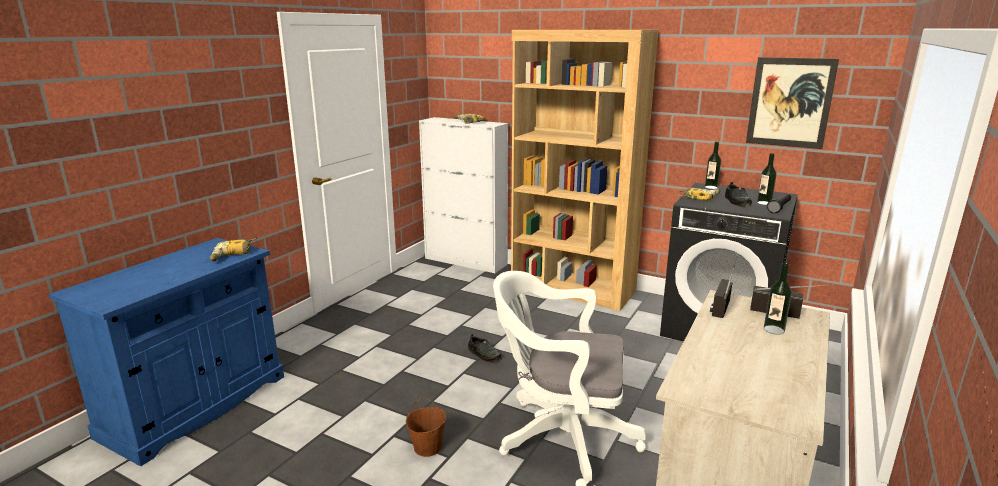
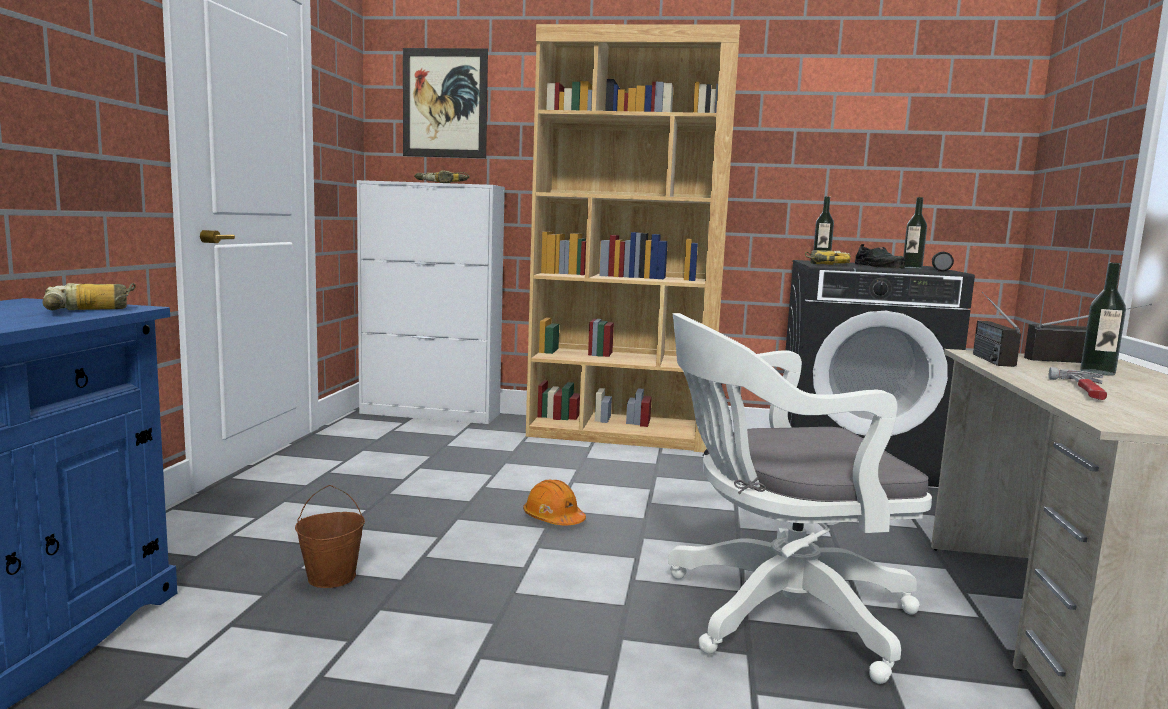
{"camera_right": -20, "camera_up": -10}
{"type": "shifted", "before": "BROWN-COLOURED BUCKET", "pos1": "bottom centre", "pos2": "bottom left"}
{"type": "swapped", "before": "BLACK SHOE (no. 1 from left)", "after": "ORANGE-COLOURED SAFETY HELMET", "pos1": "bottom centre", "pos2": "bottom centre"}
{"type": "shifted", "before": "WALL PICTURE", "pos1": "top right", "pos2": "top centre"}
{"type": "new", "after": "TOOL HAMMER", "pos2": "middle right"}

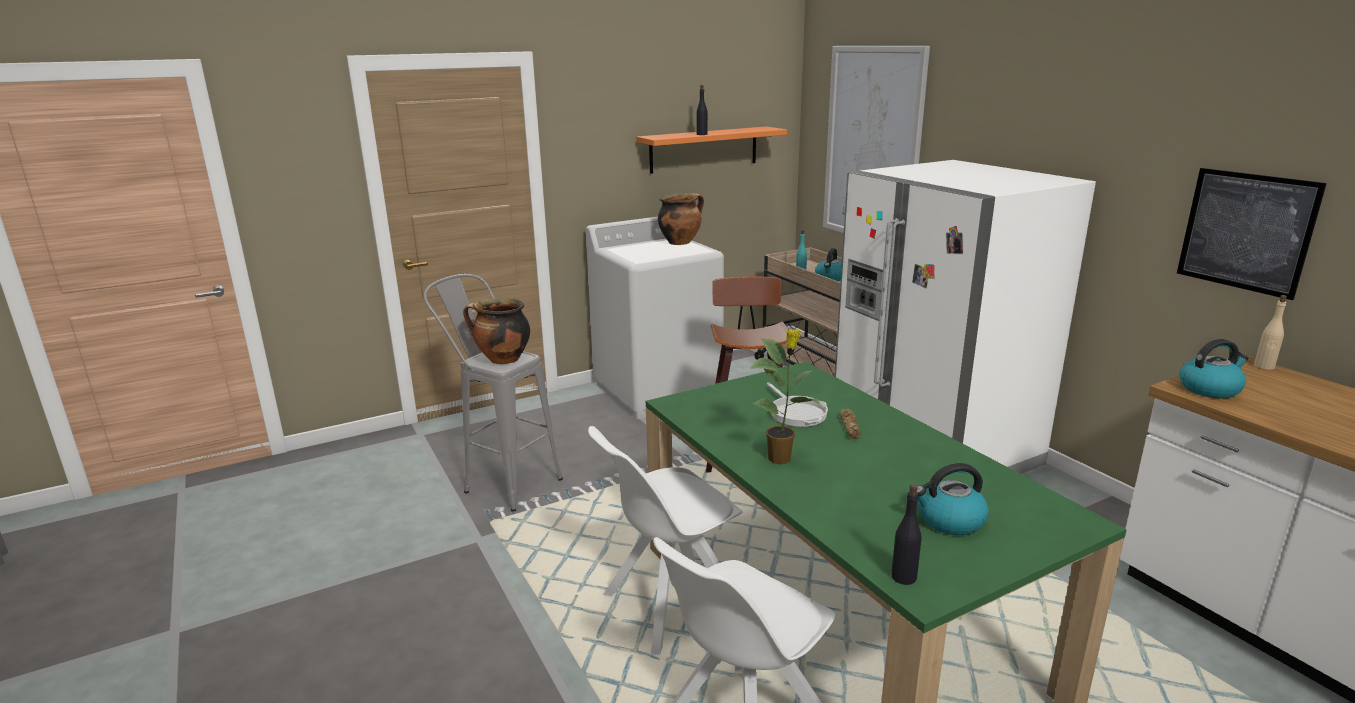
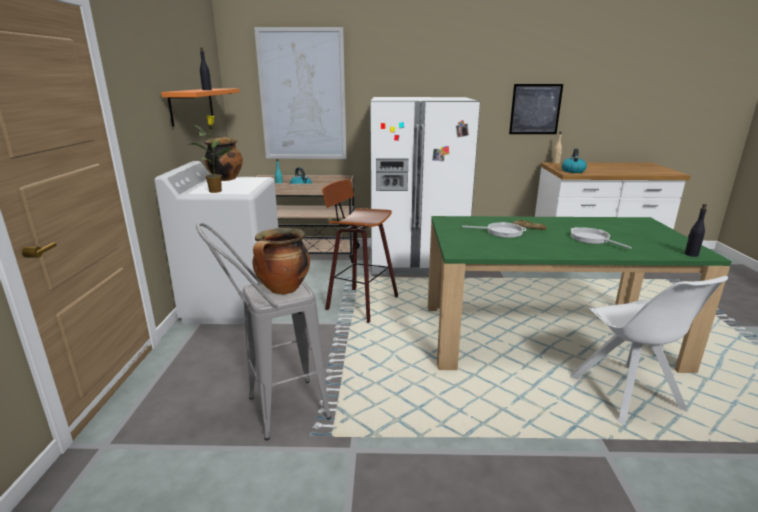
{"camera_right": -60, "camera_up": 0}
{"type": "gone", "before": "WHITE UPRIGHT CHAIR (no. 1 from left)", "pos1": "bottom centre"}
{"type": "shifted", "before": "HOUSEPLANT", "pos1": "centre", "pos2": "top left"}
{"type": "gone", "before": "TEA KETTLE (no. 2 from left)", "pos1": "bottom right"}
{"type": "new", "after": "PAN (no. 2 from left)", "pos2": "middle right"}

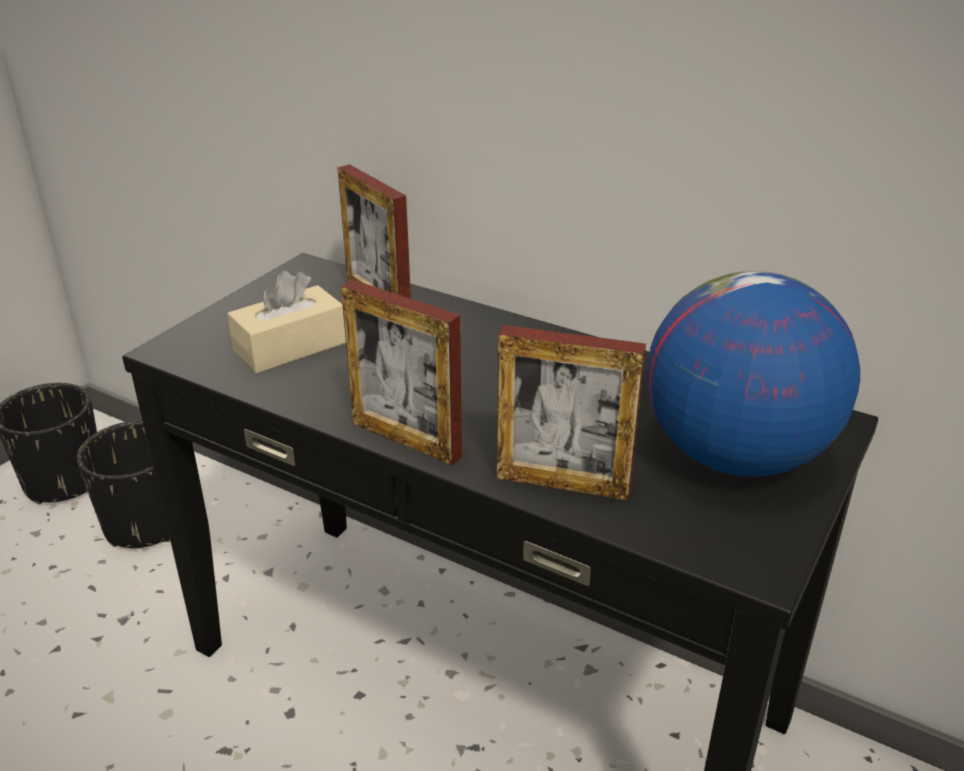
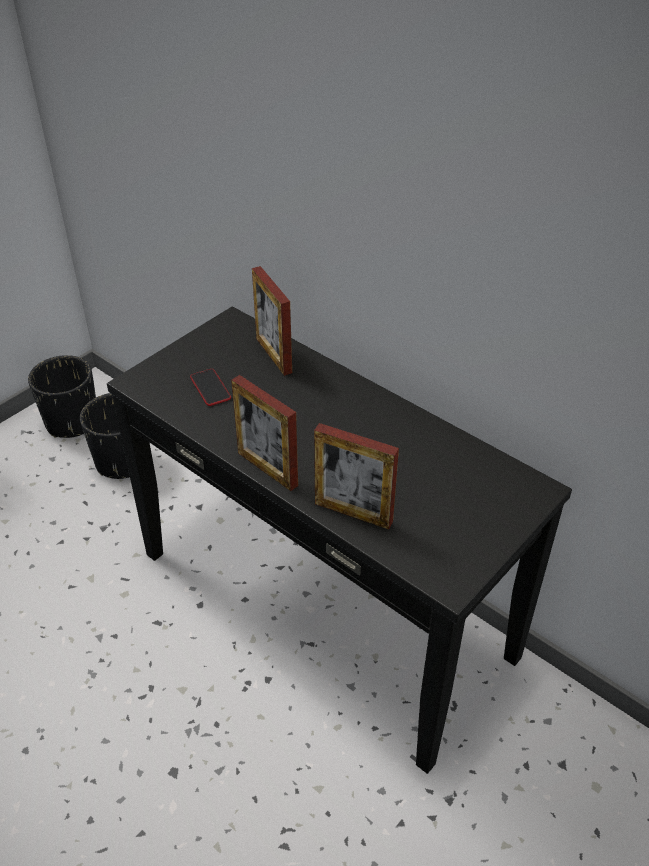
{"camera_right": 10, "camera_up": 10}
{"type": "swapped", "before": "BEIGE TISSUE BOX", "after": "TELEPHONE", "pos1": "middle left", "pos2": "middle left"}
{"type": "gone", "before": "GLOBE", "pos1": "middle right"}

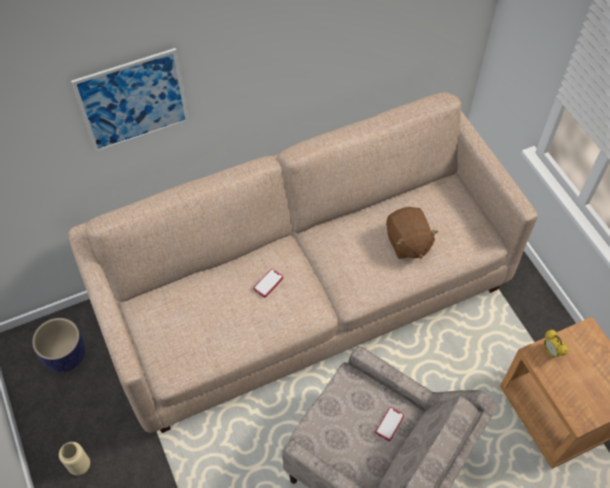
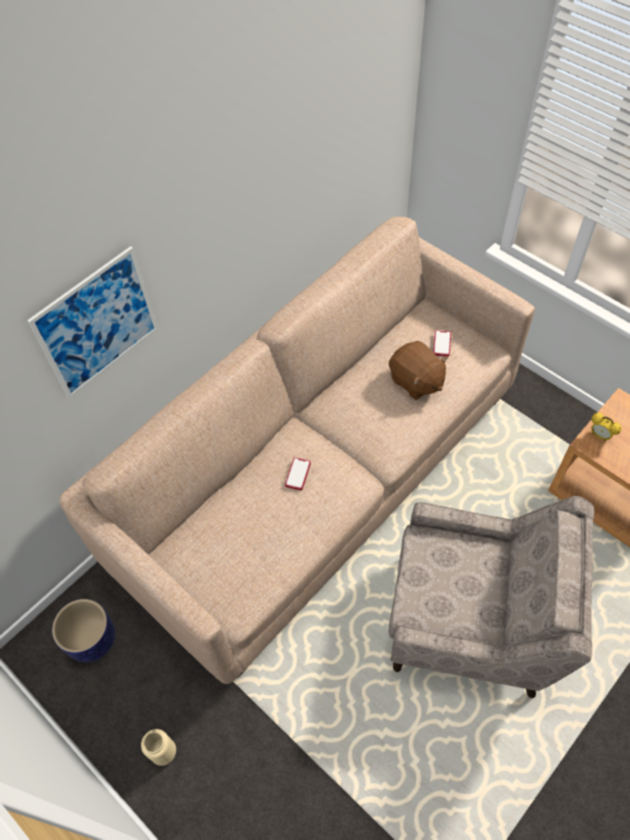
{"camera_right": -20, "camera_up": 0}
{"type": "shifted", "before": "TELEPHONE (no. 2 from left)", "pos1": "bottom centre", "pos2": "middle right"}

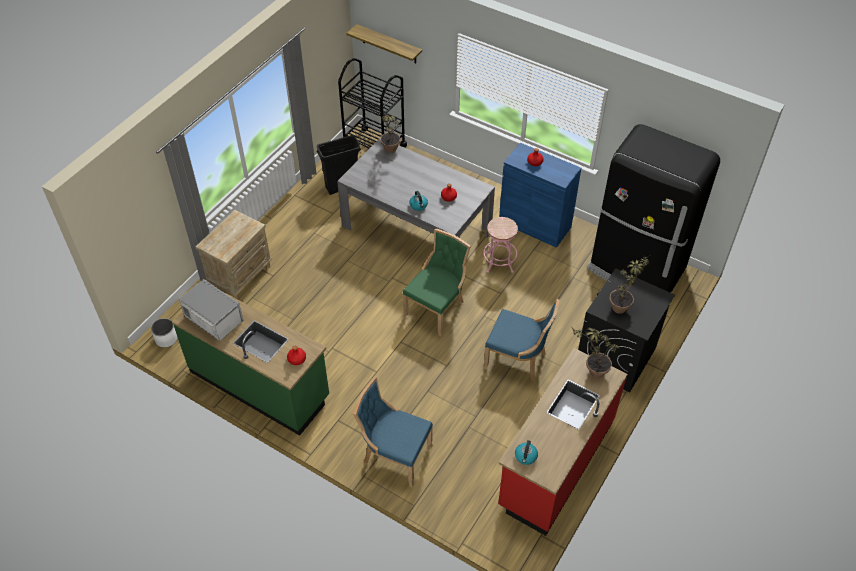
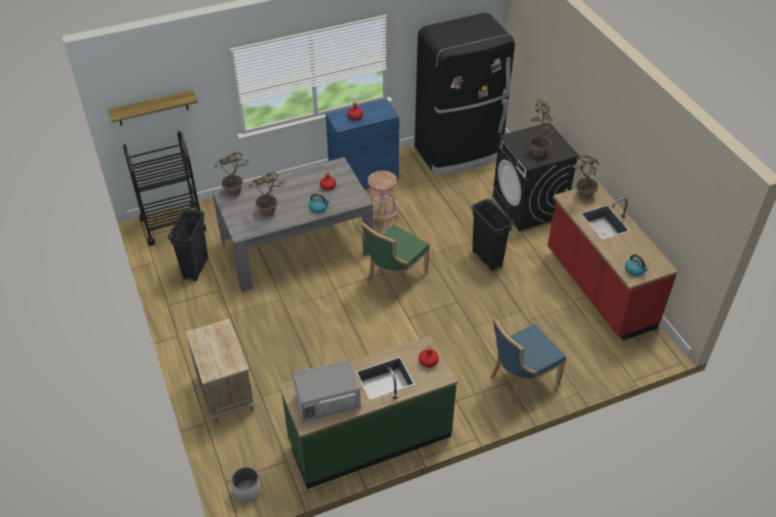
{"camera_right": -55, "camera_up": -5}
{"type": "rotated", "before": "GREENISH UPRIGHT CHAIR", "pos1": "centre", "pos2": "centre", "turn": -120}
{"type": "swapped", "before": "BLUE UPRIGHT CHAIR (no. 2 from left)", "after": "BLACK WASTE BIN (no. 2 from left)", "pos1": "centre", "pos2": "centre"}
{"type": "new", "after": "HOUSEPLANT (no. 2 from left)", "pos2": "centre"}

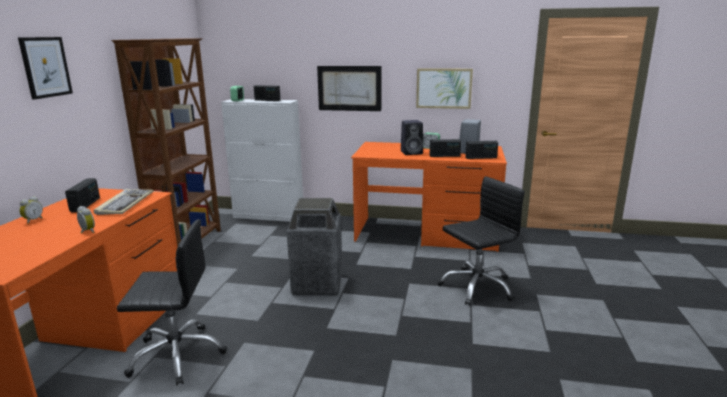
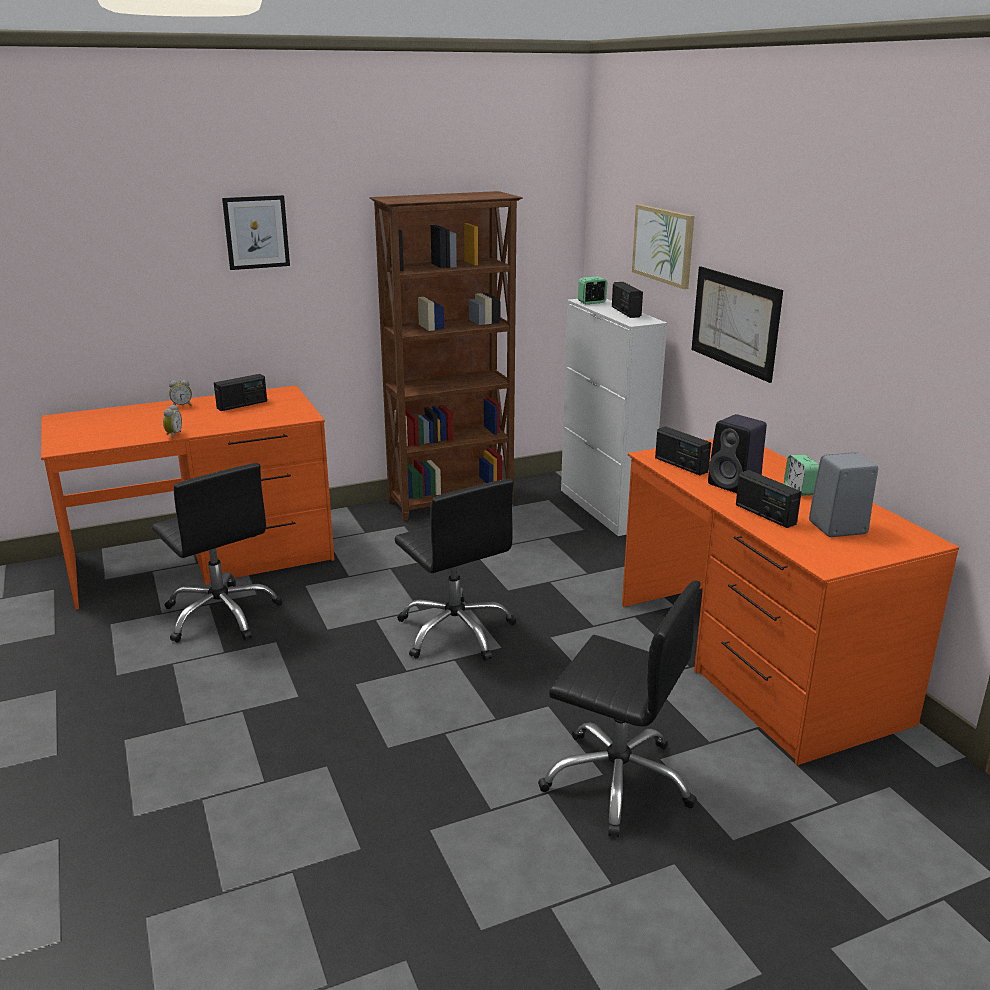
{"camera_right": 55, "camera_up": 5}
{"type": "gone", "before": "COMPUTER KEYBOARD", "pos1": "middle left"}
{"type": "swapped", "before": "WASTE BIN", "after": "BLACK OFFICE CHAIR (no. 2 from left)", "pos1": "centre", "pos2": "centre"}
{"type": "shifted", "before": "WALL PICTURE (no. 3 from left in the first image)", "after": "WALL PICTURE (no. 2 from left)", "pos1": "top centre", "pos2": "top right"}
{"type": "shifted", "before": "RADIO RECEIVER (no. 4 from left in the first image)", "after": "RADIO RECEIVER (no. 3 from left)", "pos1": "centre", "pos2": "middle right"}

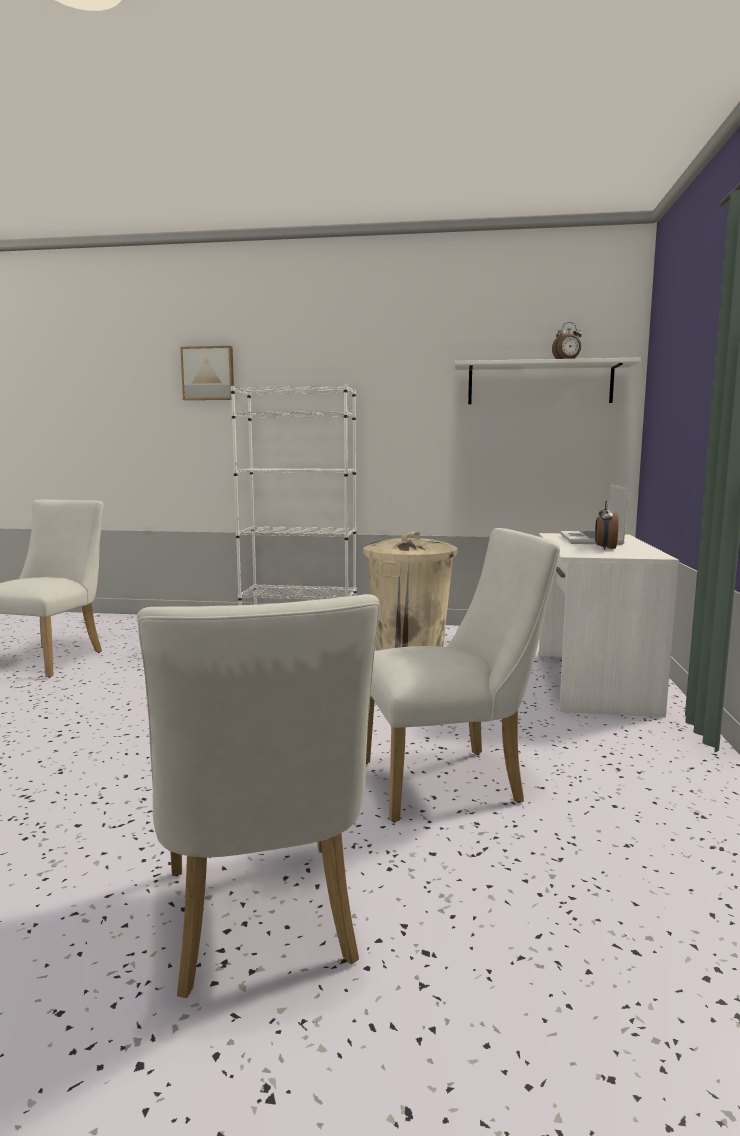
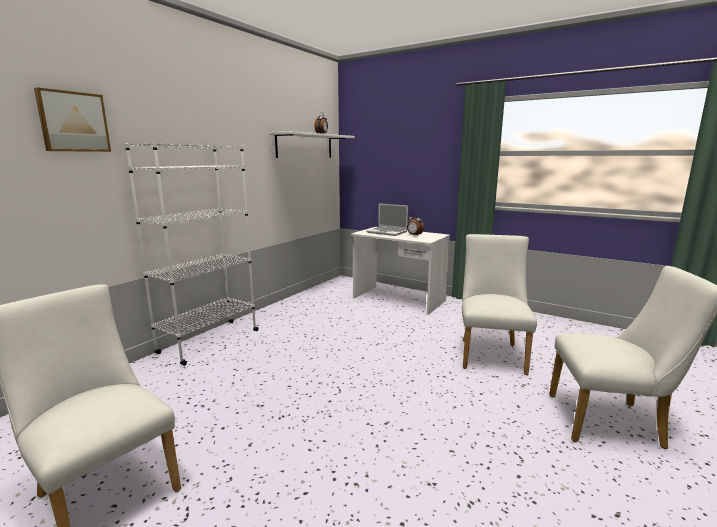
{"camera_right": -65, "camera_up": 5}
{"type": "gone", "before": "BEIGE WASTE BIN", "pos1": "centre"}

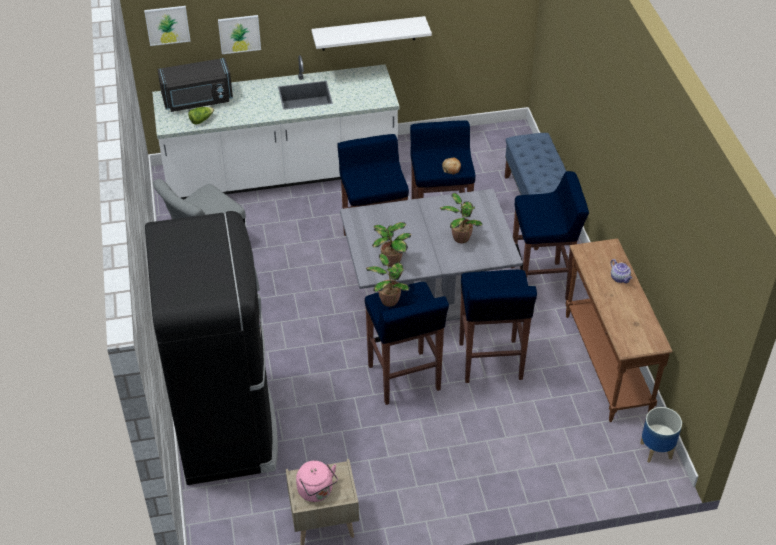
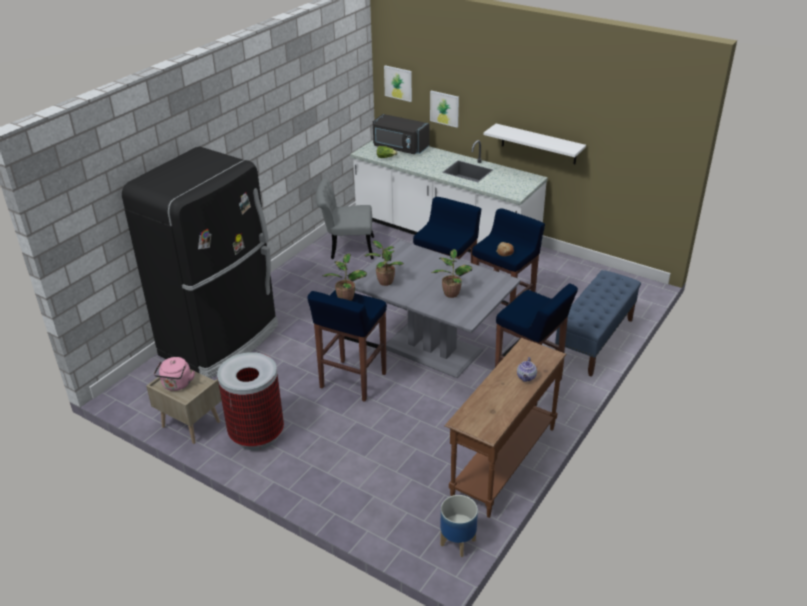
{"camera_right": 45, "camera_up": -10}
{"type": "gone", "before": "BLUE SITTING STOOL (no. 4 from left)", "pos1": "centre"}
{"type": "new", "after": "WASTE BIN", "pos2": "middle left"}

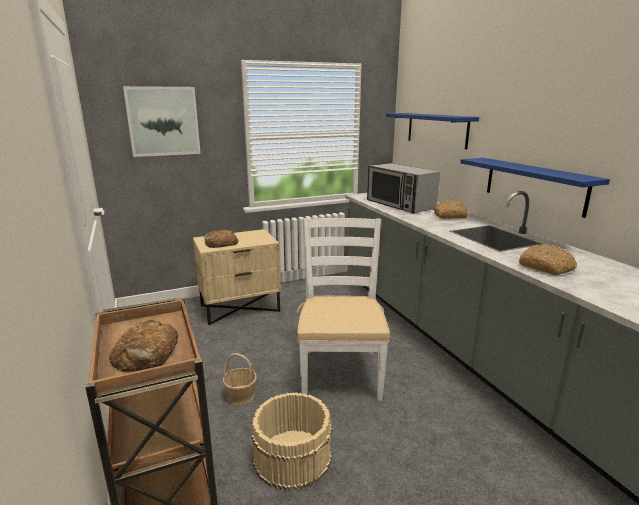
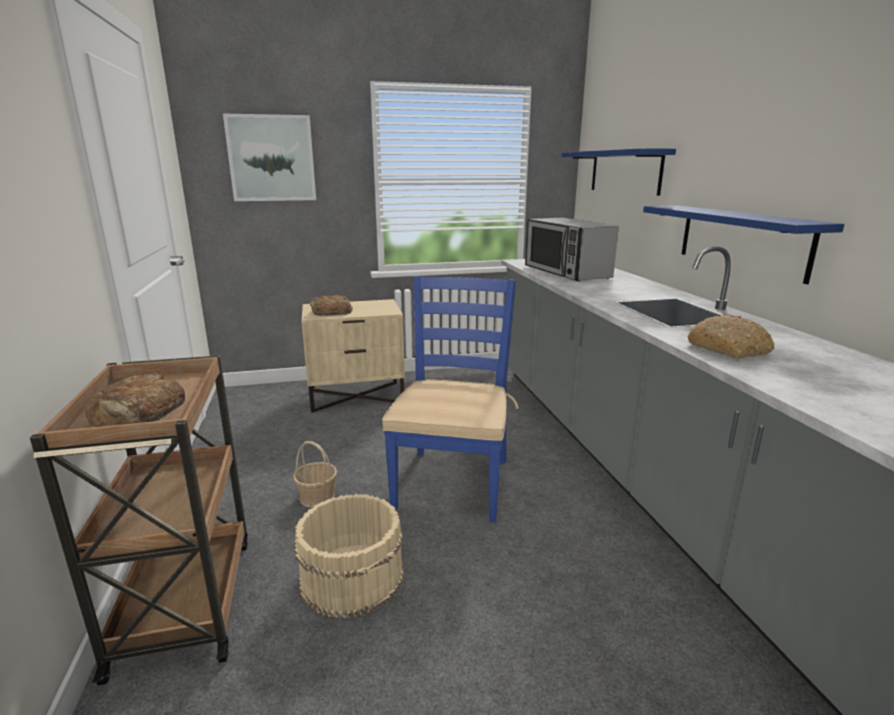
{"camera_right": 10, "camera_up": 0}
{"type": "repainted", "before": "WHITE UPRIGHT CHAIR", "after": "BLUE UPRIGHT CHAIR", "pos1": "centre", "pos2": "centre"}
{"type": "gone", "before": "BREAD (no. 3 from left)", "pos1": "middle right"}

